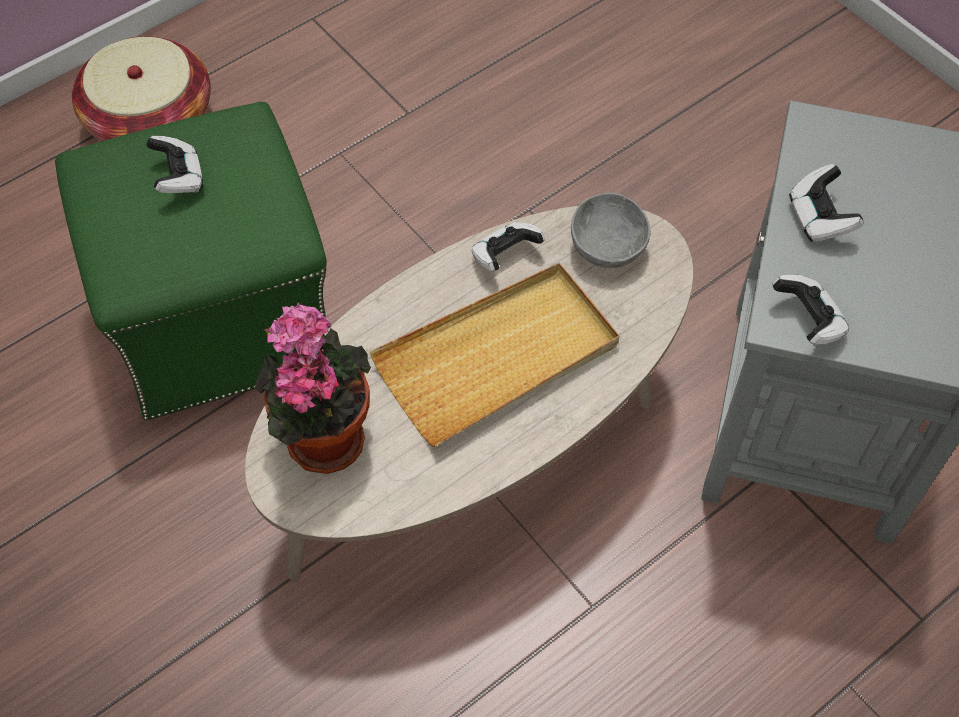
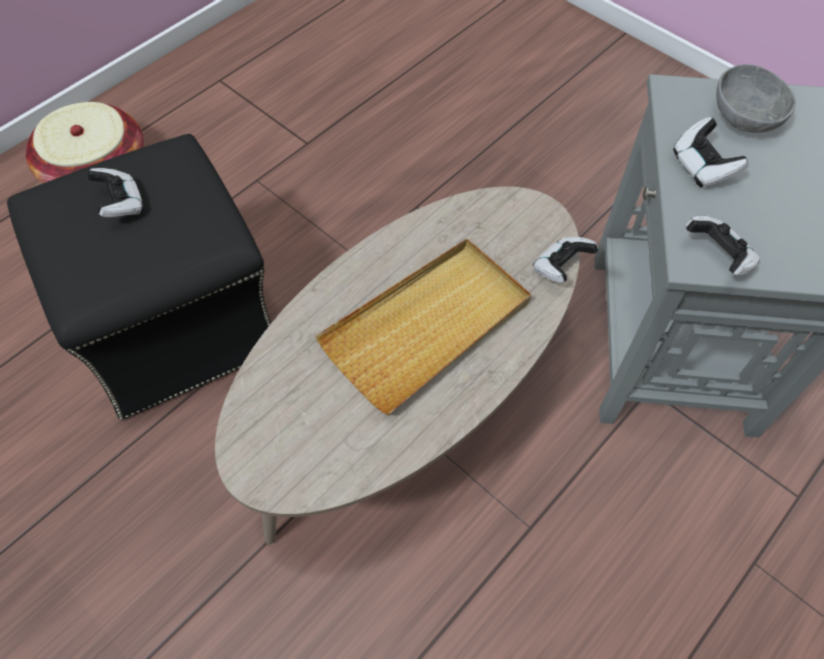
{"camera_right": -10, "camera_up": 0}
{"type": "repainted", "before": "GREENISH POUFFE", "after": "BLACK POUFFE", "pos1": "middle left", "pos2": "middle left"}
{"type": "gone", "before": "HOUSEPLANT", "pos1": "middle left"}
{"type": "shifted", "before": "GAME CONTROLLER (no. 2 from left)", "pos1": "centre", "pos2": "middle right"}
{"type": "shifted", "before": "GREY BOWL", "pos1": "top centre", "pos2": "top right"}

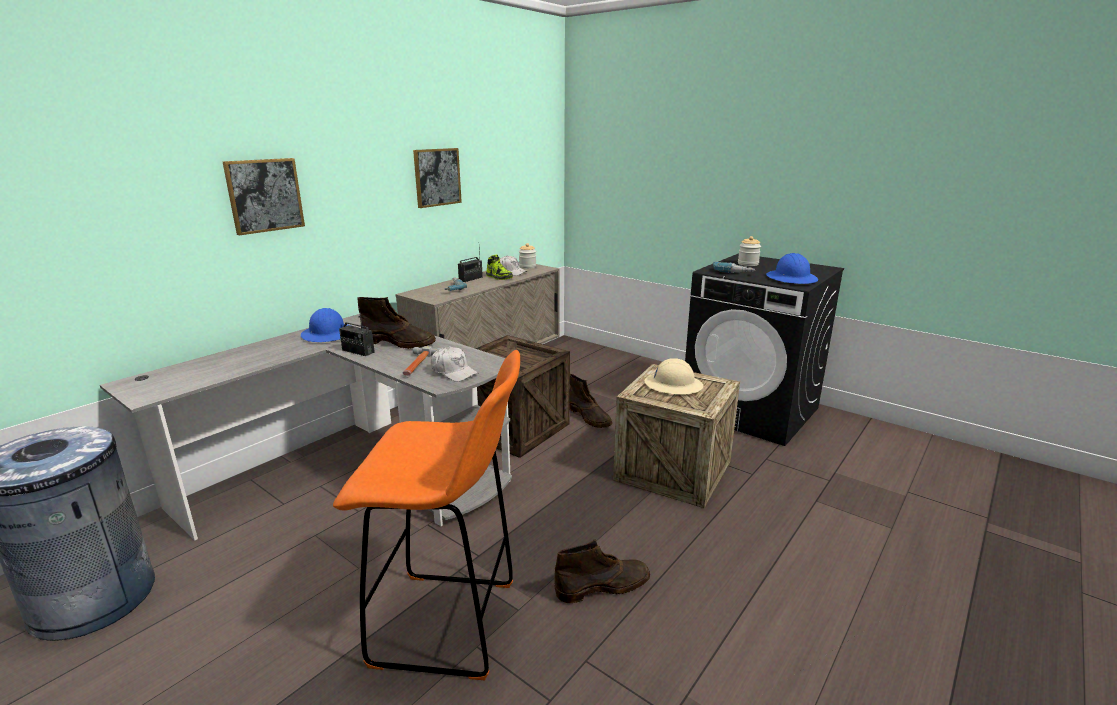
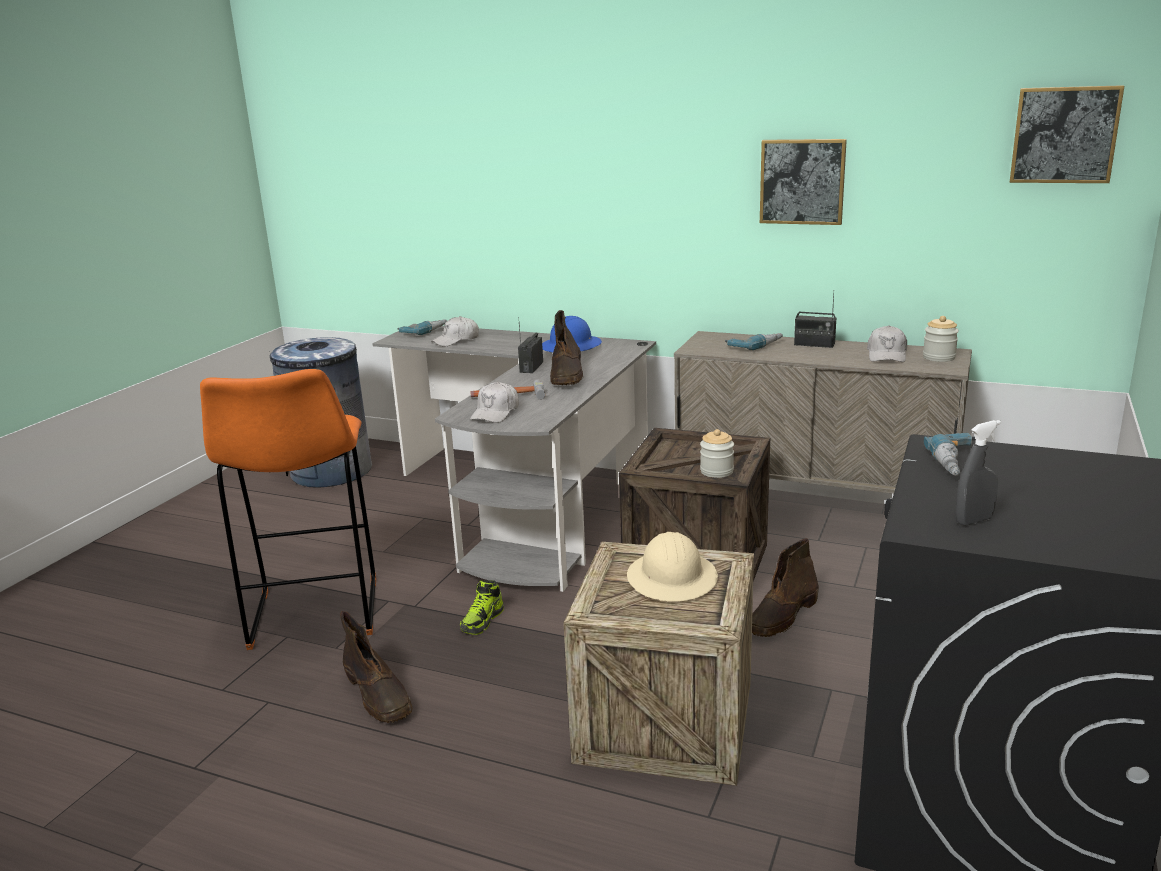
{"camera_right": 75, "camera_up": 0}
{"type": "shifted", "before": "WALL PICTURE (no. 1 from left in the first image)", "after": "WALL PICTURE (no. 2 from left)", "pos1": "top left", "pos2": "top right"}
{"type": "shifted", "before": "SHOE", "pos1": "centre", "pos2": "bottom centre"}
{"type": "shifted", "before": "JAR (no. 2 from left in the first image)", "after": "JAR (no. 1 from left)", "pos1": "middle right", "pos2": "centre"}
{"type": "swapped", "before": "BLUE SAFETY HELMET (no. 2 from left)", "after": "GREY HAND SPRAYER", "pos1": "middle right", "pos2": "middle right"}
{"type": "new", "after": "POWER DRILL (no. 1 from left)", "pos2": "centre"}
{"type": "new", "after": "WHITE BASEBALL CAP (no. 1 from left)", "pos2": "centre"}

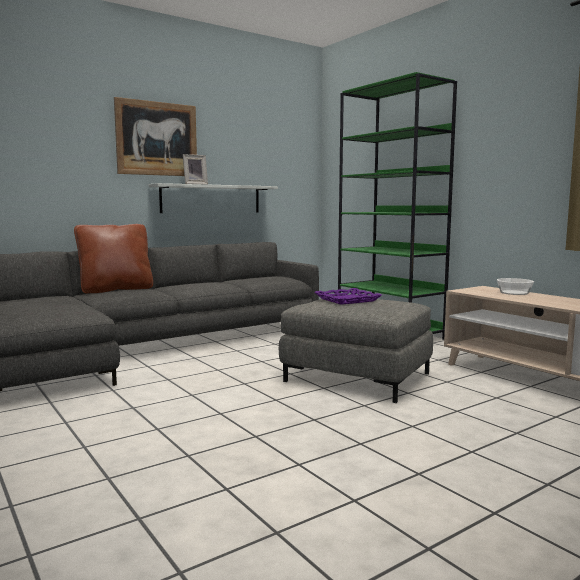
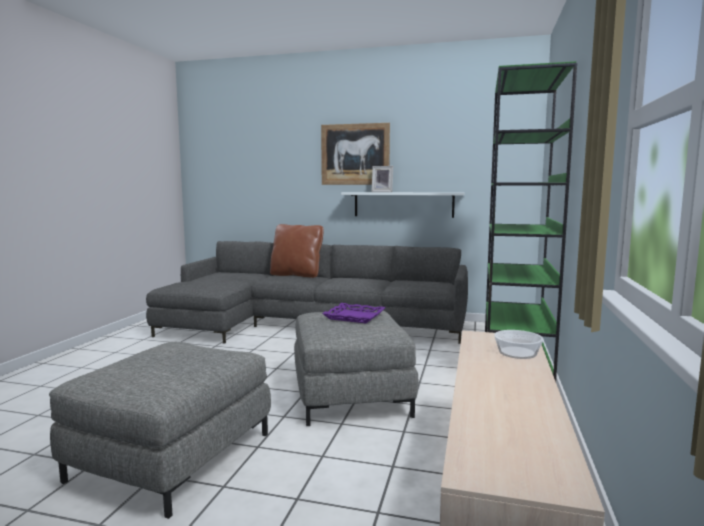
{"camera_right": 50, "camera_up": 0}
{"type": "new", "after": "GREY POUFFE (no. 1 from left)", "pos2": "bottom left"}

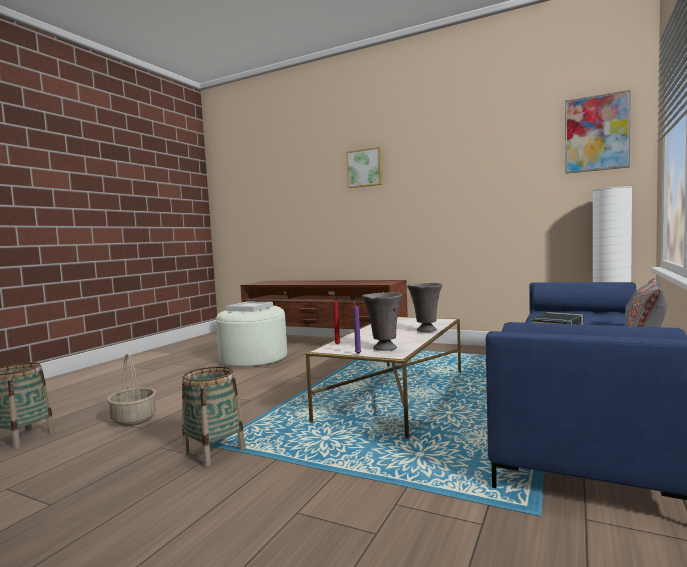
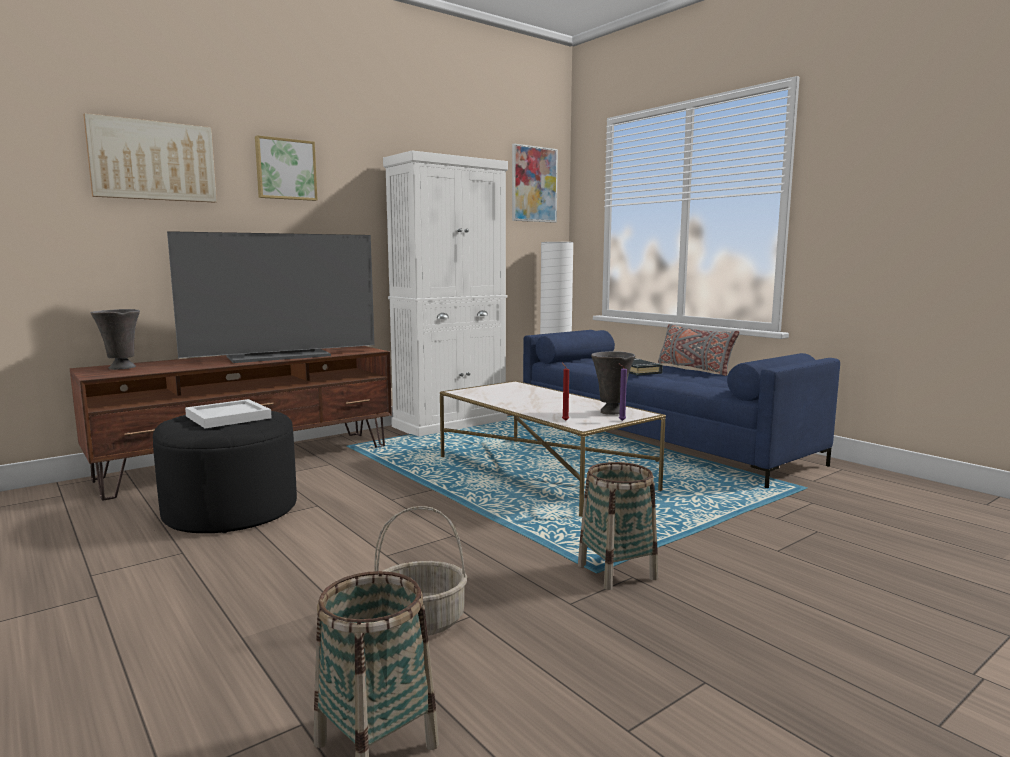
{"camera_right": -65, "camera_up": 5}
{"type": "repainted", "before": "WHITE POUFFE", "after": "BLACK POUFFE", "pos1": "centre", "pos2": "middle left"}
{"type": "shifted", "before": "GREY DECORATIVE VASE (no. 2 from left in the first image)", "after": "GREY DECORATIVE VASE (no. 1 from left)", "pos1": "centre", "pos2": "middle left"}
{"type": "new", "after": "WALL PICTURE (no. 1 from left)", "pos2": "top left"}
{"type": "new", "after": "TELEVISION", "pos2": "middle left"}
{"type": "new", "after": "WHITE STORAGE CABINET", "pos2": "centre"}

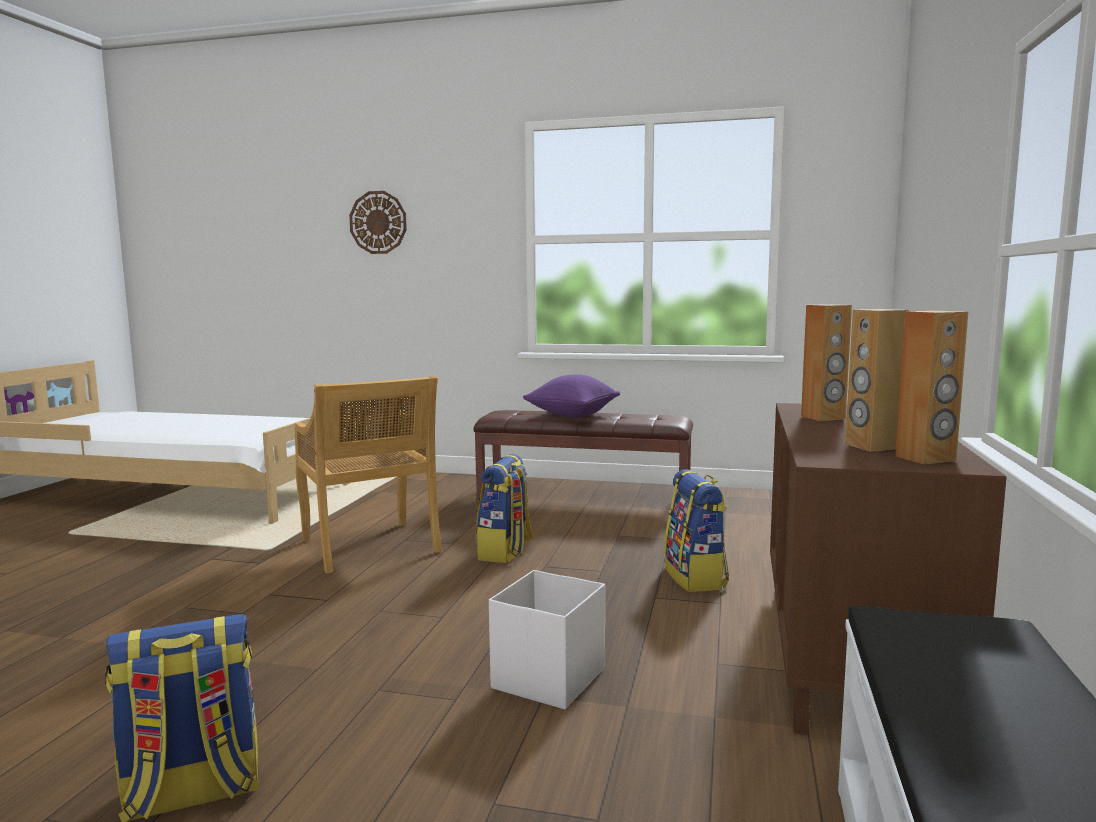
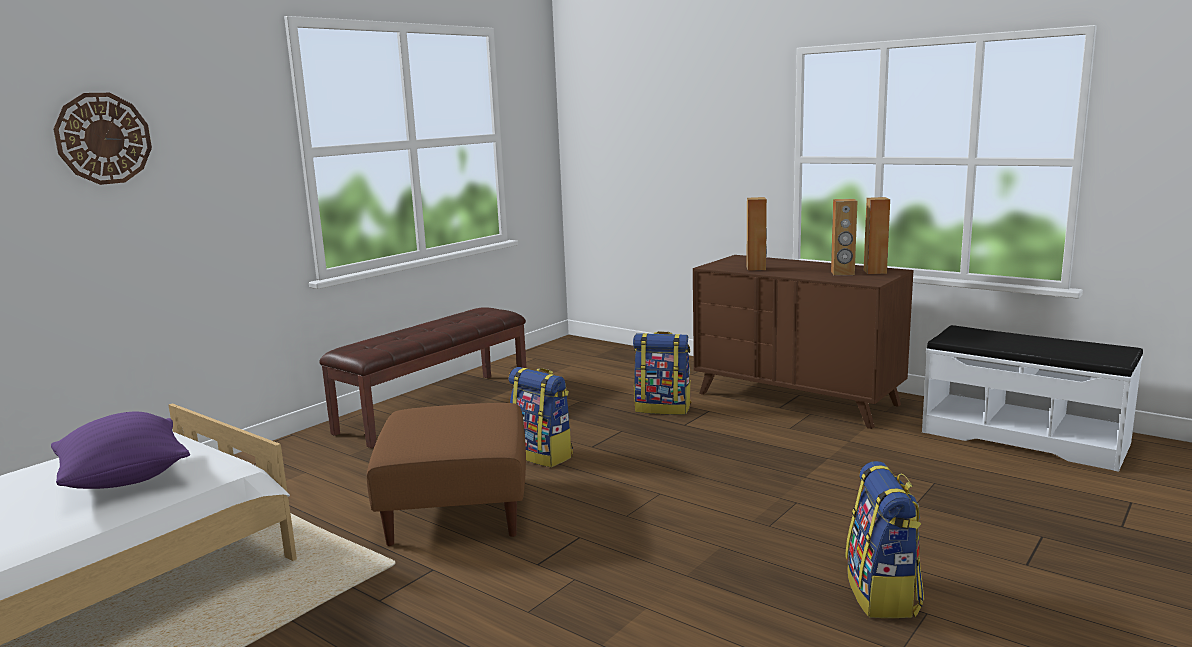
{"camera_right": -65, "camera_up": 5}
{"type": "swapped", "before": "BEIGE UPRIGHT CHAIR", "after": "BROWN-COLOURED POUFFE", "pos1": "centre", "pos2": "bottom centre"}
{"type": "gone", "before": "WHITE STORAGE BIN", "pos1": "bottom centre"}
{"type": "shifted", "before": "PURPLE THROW PILLOW", "pos1": "centre", "pos2": "bottom left"}

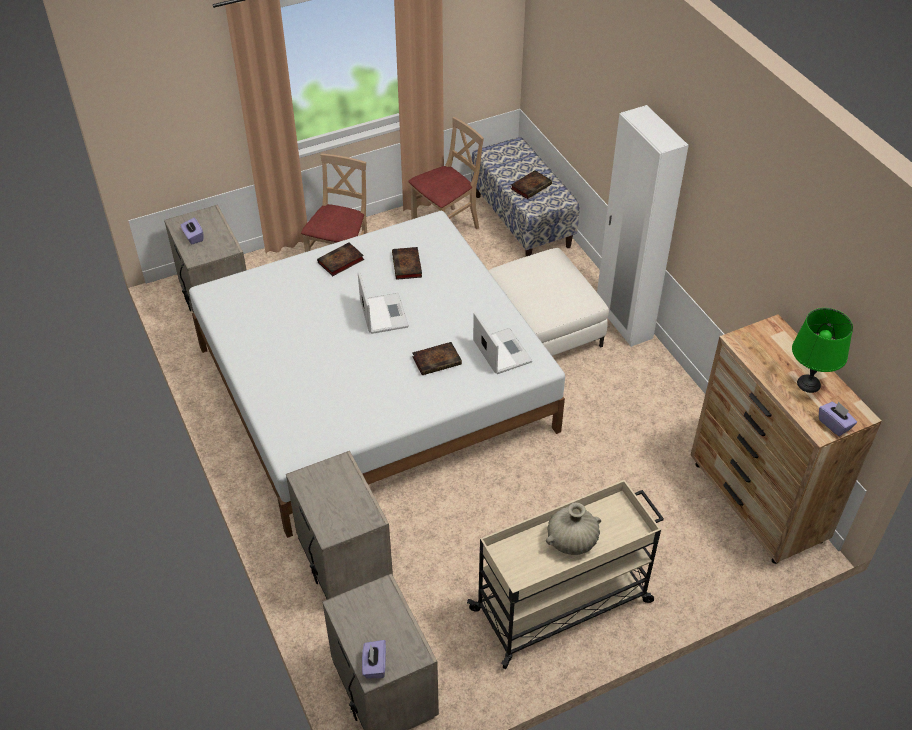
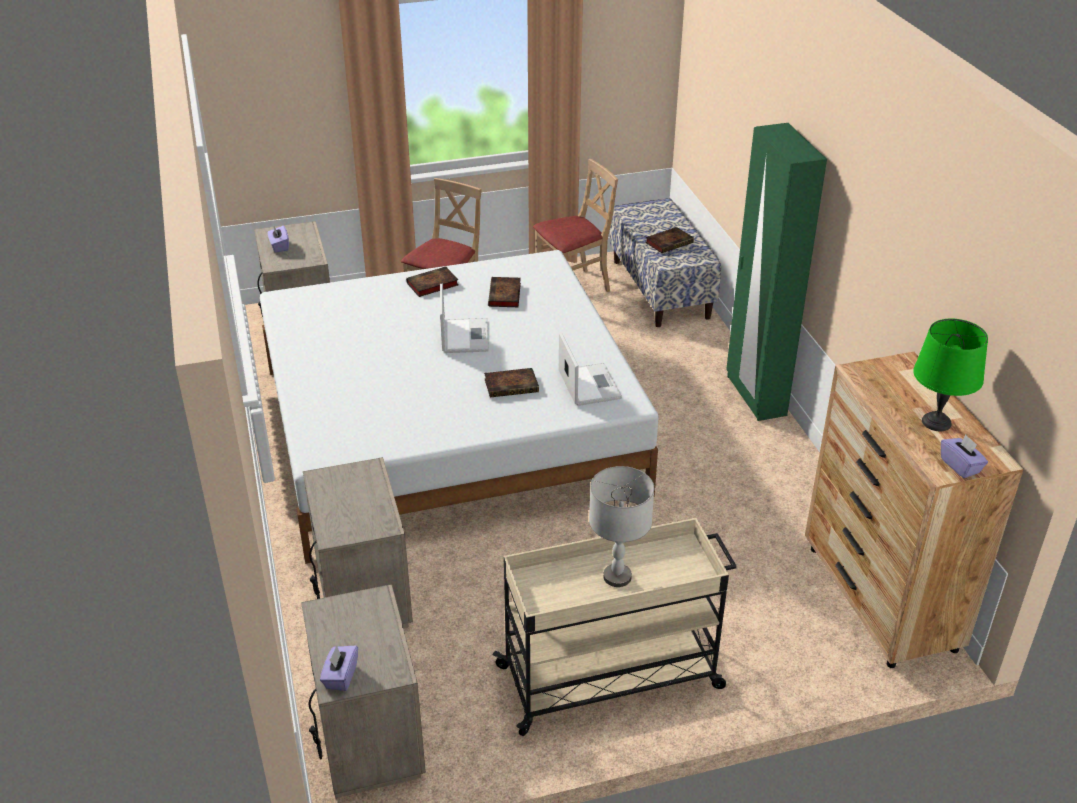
{"camera_right": 10, "camera_up": -10}
{"type": "gone", "before": "WHITE POUFFE", "pos1": "centre"}
{"type": "swapped", "before": "BEIGE DECORATIVE VASE", "after": "GREY TABLE LAMP", "pos1": "bottom centre", "pos2": "centre"}
{"type": "repainted", "before": "WHITE WARDROBE", "after": "GREENISH WARDROBE", "pos1": "top right", "pos2": "middle right"}

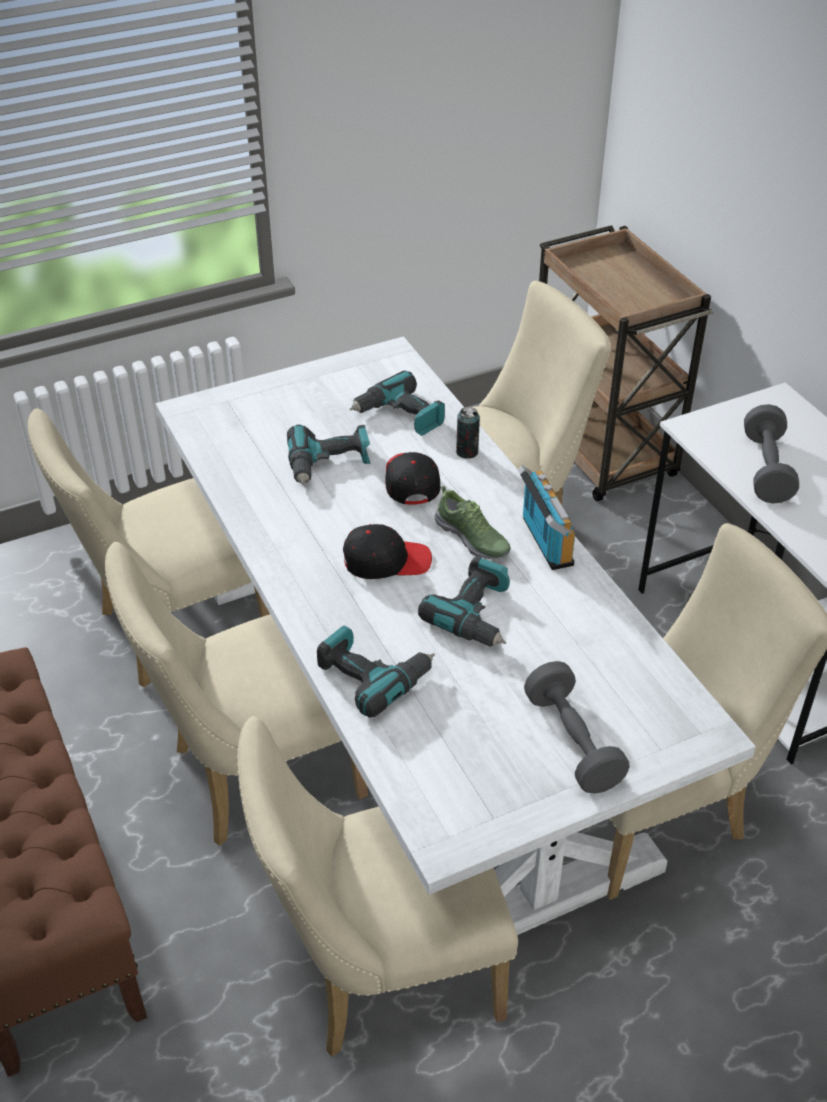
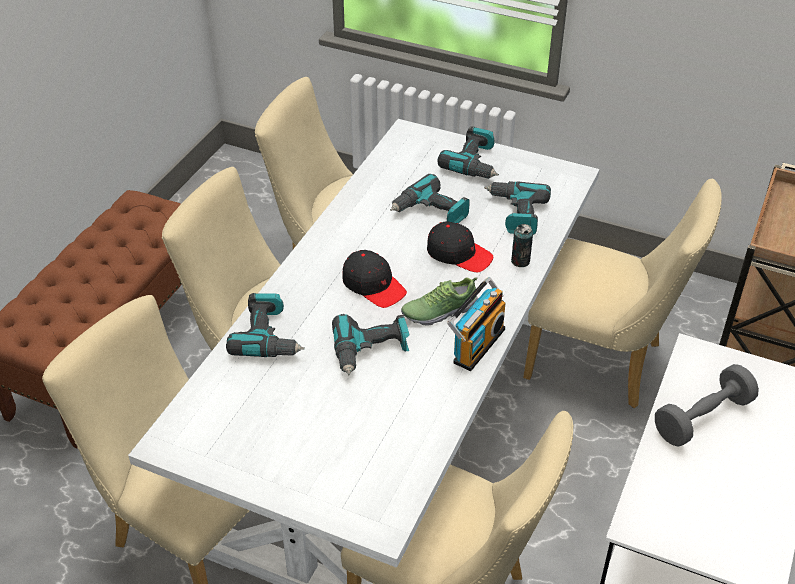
{"camera_right": 50, "camera_up": 0}
{"type": "rotated", "before": "BLACK BASEBALL CAP (no. 2 from left)", "pos1": "centre", "pos2": "centre", "turn": 75}
{"type": "rotated", "before": "SHOE", "pos1": "centre", "pos2": "centre", "turn": 60}
{"type": "gone", "before": "GREY HAND WEIGHT (no. 1 from left)", "pos1": "middle right"}
{"type": "new", "after": "POWER DRILL (no. 4 from left)", "pos2": "top centre"}

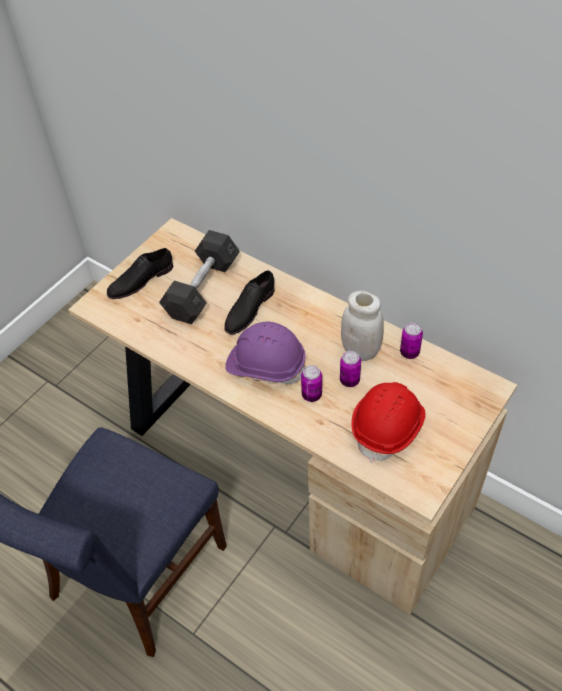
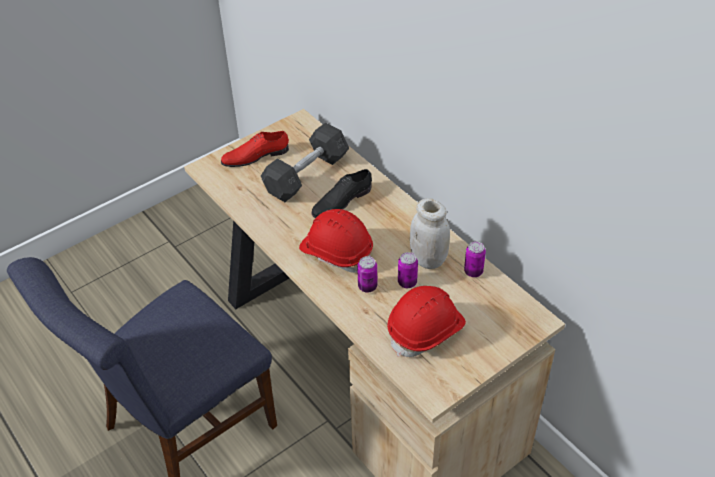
{"camera_right": 15, "camera_up": -5}
{"type": "repainted", "before": "BLACK SHOE (no. 1 from left)", "after": "RED SHOE", "pos1": "middle left", "pos2": "top centre"}
{"type": "repainted", "before": "PURPLE SAFETY HELMET", "after": "RED SAFETY HELMET (no. 1 from left)", "pos1": "centre", "pos2": "centre"}

